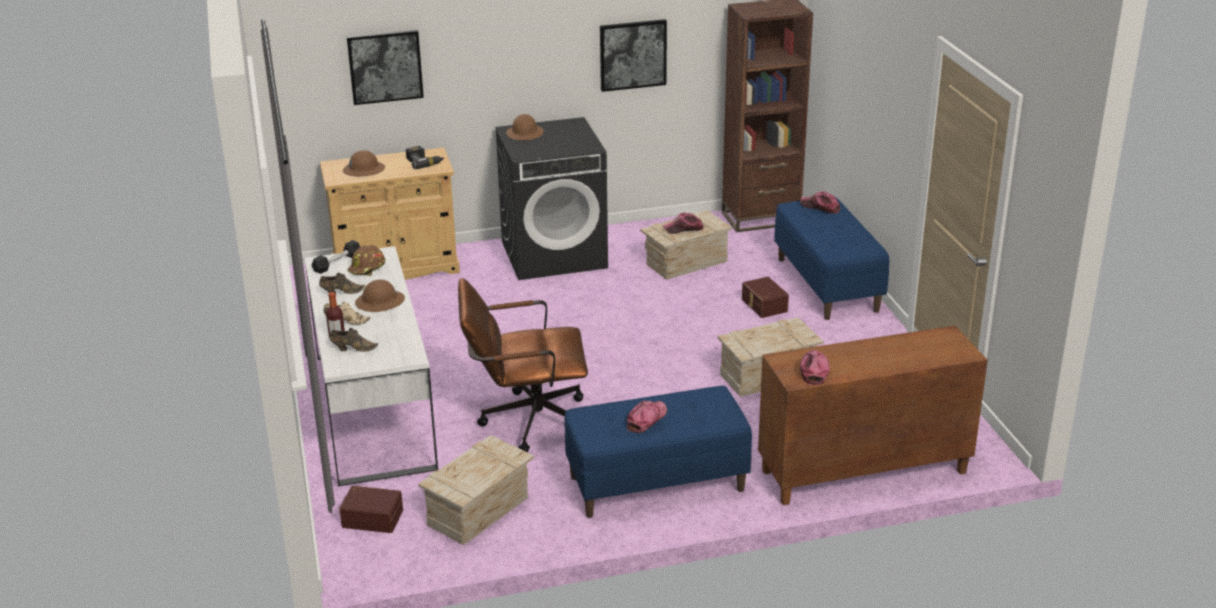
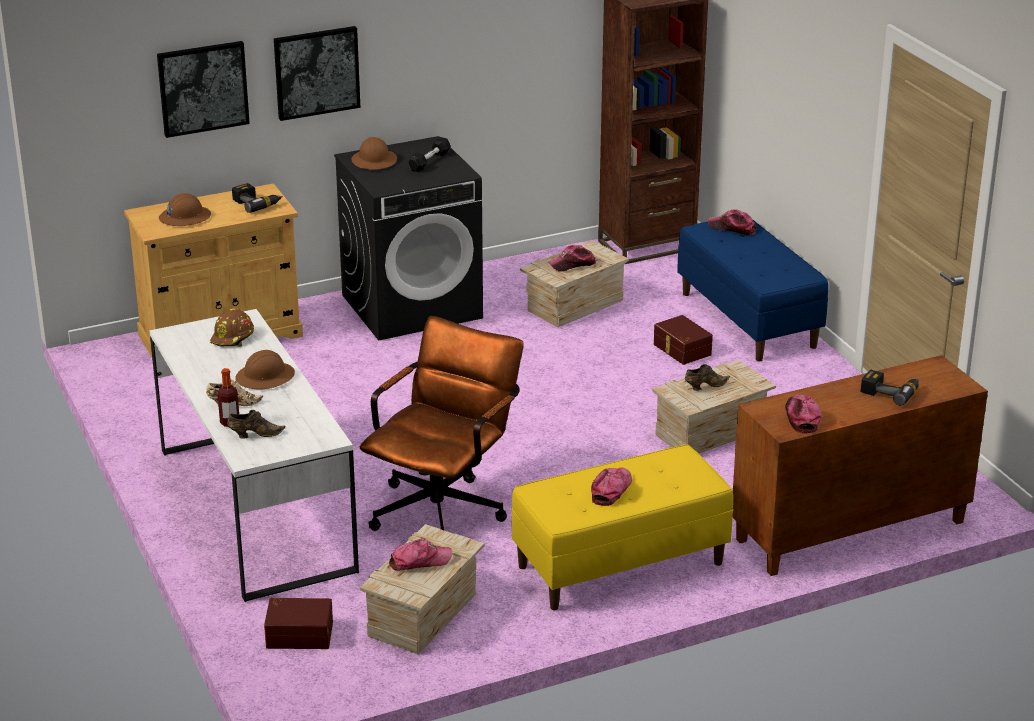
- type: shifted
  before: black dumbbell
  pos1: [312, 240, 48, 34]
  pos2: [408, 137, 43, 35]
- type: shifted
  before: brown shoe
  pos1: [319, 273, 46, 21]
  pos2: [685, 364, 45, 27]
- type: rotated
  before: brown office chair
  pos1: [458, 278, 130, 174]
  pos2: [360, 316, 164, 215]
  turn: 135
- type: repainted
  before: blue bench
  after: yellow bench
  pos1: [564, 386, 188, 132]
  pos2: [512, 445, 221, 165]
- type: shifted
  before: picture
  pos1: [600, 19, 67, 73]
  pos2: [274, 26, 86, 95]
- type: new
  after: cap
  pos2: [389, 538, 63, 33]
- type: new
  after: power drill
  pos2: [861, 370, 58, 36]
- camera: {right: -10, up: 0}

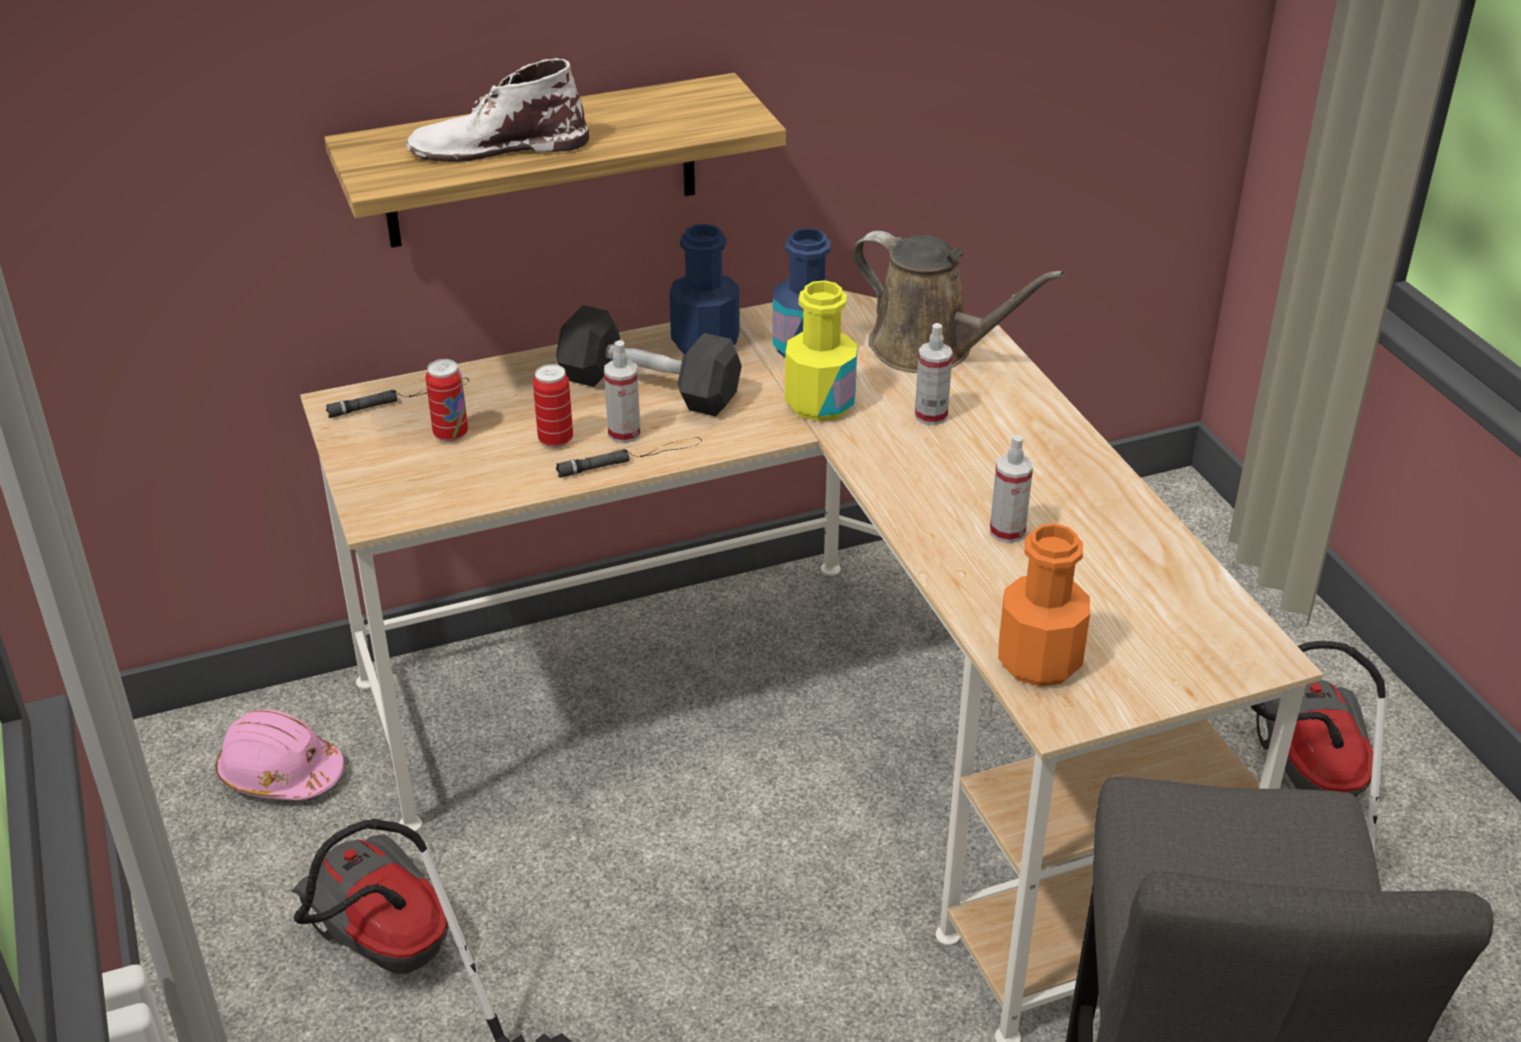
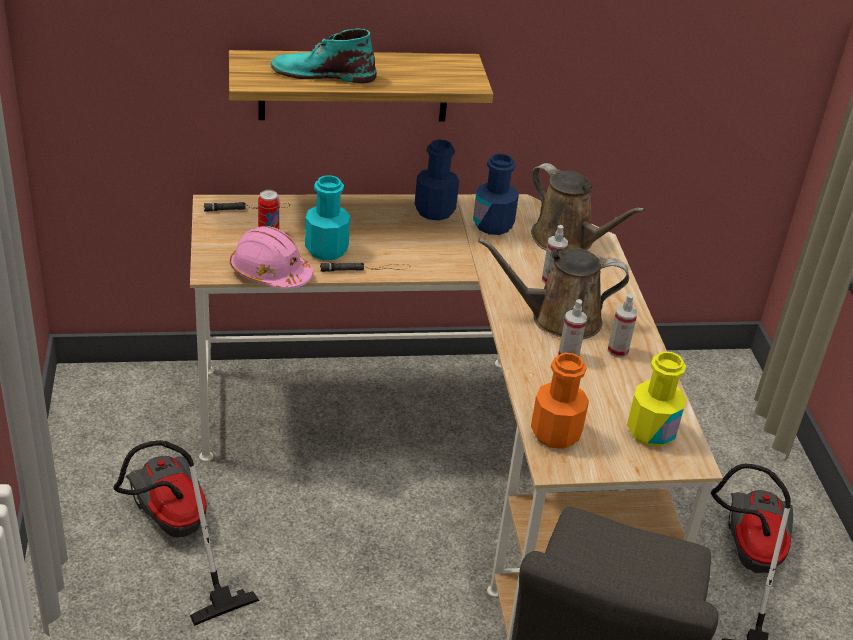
- type: shifted
  before: pink hard hat
  pos1: [215, 709, 129, 91]
  pos2: [230, 226, 83, 63]
- type: repainted
  before: white boot
  after: turquoise boot
  pos1: [407, 58, 182, 104]
  pos2: [271, 28, 106, 55]
- type: swapped
  before: can
  after: turquoise bottle
  pos1: [533, 364, 40, 84]
  pos2: [305, 175, 45, 85]
- type: gone
  before: black dumbbell
  pos1: [556, 305, 186, 112]
- type: shifted
  before: spray bottle
  pos1: [604, 340, 36, 104]
  pos2: [608, 294, 30, 64]
- type: shifted
  before: yellow bottle
  pos1: [785, 280, 72, 141]
  pos2: [627, 352, 59, 95]
- type: new
  after: brown watering can
  pos2: [478, 238, 151, 102]
- camera: {right: 10, up: 0}

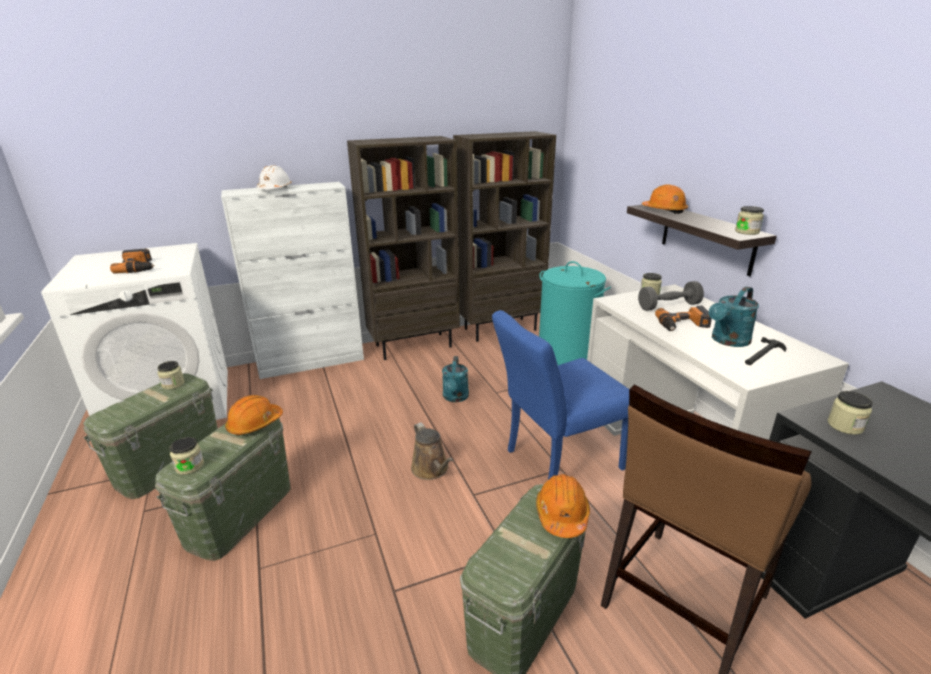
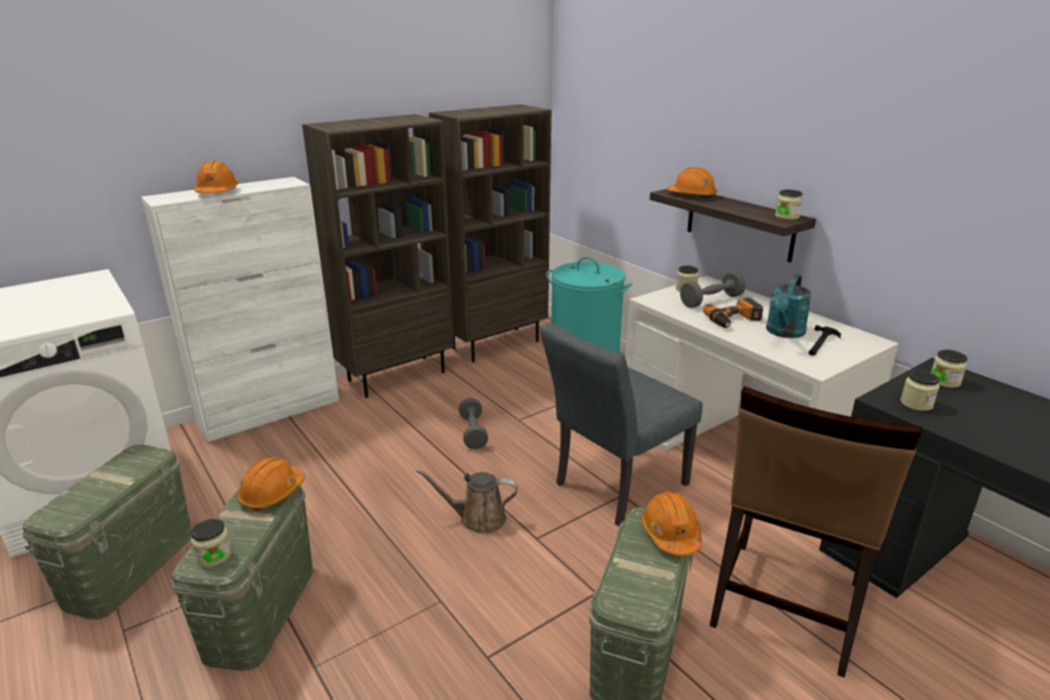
- type: gone
  before: power drill
  pos1: [110, 248, 45, 26]
- type: shifted
  before: jar
  pos1: [157, 361, 28, 29]
  pos2: [931, 349, 37, 39]
- type: repainted
  before: white hard hat
  after: orange hard hat
  pos1: [256, 165, 36, 24]
  pos2: [194, 161, 44, 32]
- type: rotated
  before: brown watering can
  pos1: [411, 422, 42, 58]
  pos2: [416, 469, 102, 65]
  turn: 135
- type: swapped
  before: turquoise watering can
  after: grey dumbbell
  pos1: [442, 356, 27, 46]
  pos2: [459, 398, 29, 51]
- type: repainted
  before: blue chair
  after: grey chair
  pos1: [492, 310, 137, 170]
  pos2: [540, 323, 163, 203]
- camera: {right: -15, up: 0}

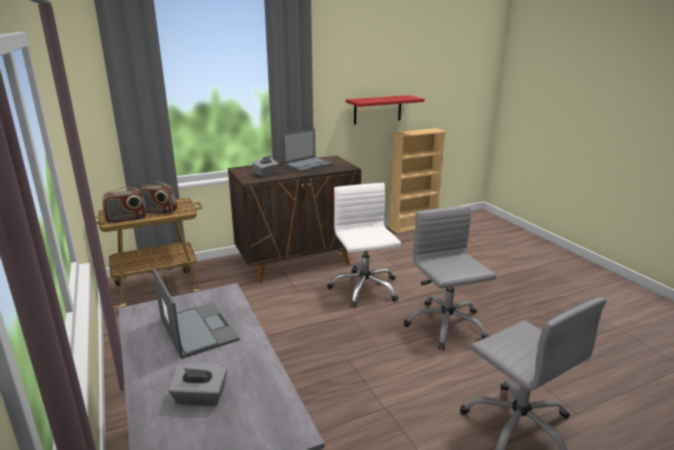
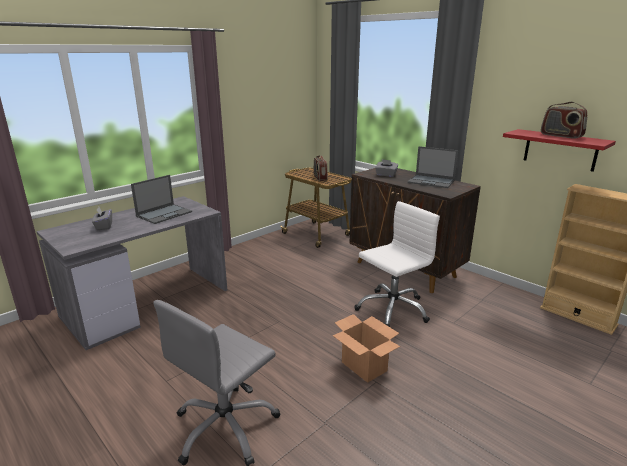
- type: shifted
  before: radio
  pos1: [102, 187, 45, 36]
  pos2: [541, 102, 46, 37]
- type: swapped
  before: grey office chair
  after: cardboard box
  pos1: [404, 205, 92, 145]
  pos2: [333, 314, 67, 69]
- camera: {right: 70, up: 0}

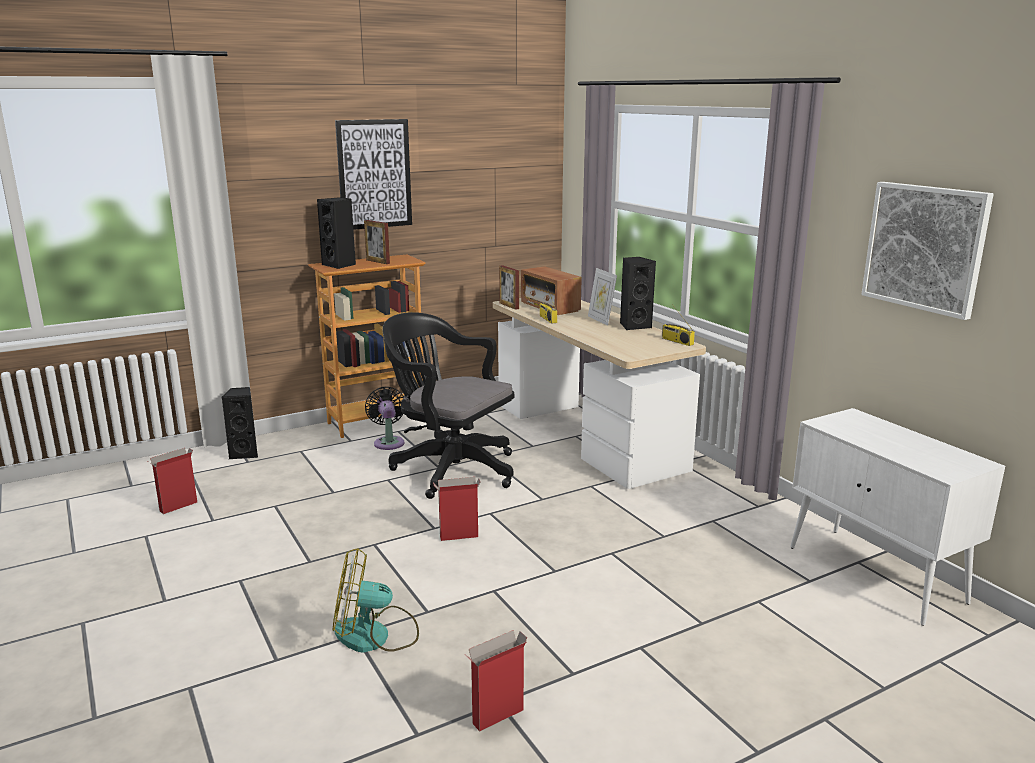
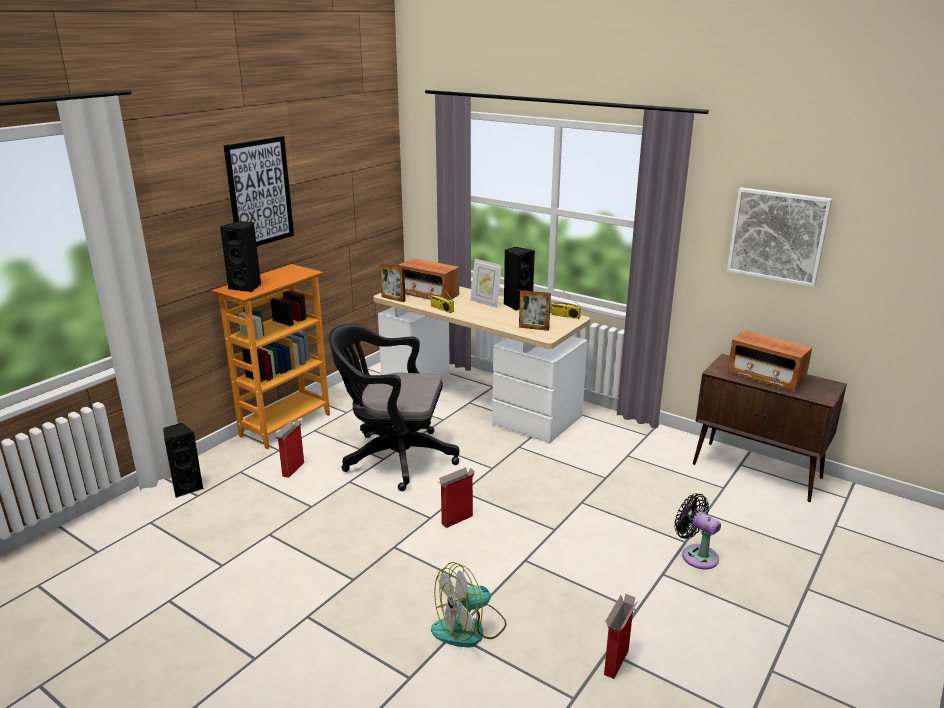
- type: shifted
  before: cardboard box
  pos1: [149, 448, 48, 66]
  pos2: [275, 420, 29, 58]
- type: shifted
  before: picture frame
  pos1: [364, 220, 26, 44]
  pos2: [519, 290, 32, 41]
- type: shifted
  before: black fan
  pos1: [365, 387, 39, 63]
  pos2: [674, 493, 47, 76]
- type: repainted
  before: white cabinet
  after: brown cabinet
  pos1: [790, 408, 215, 218]
  pos2: [693, 354, 154, 148]
- type: new
  after: radio
  pos2: [727, 330, 85, 62]
- camera: {right: -25, up: 5}

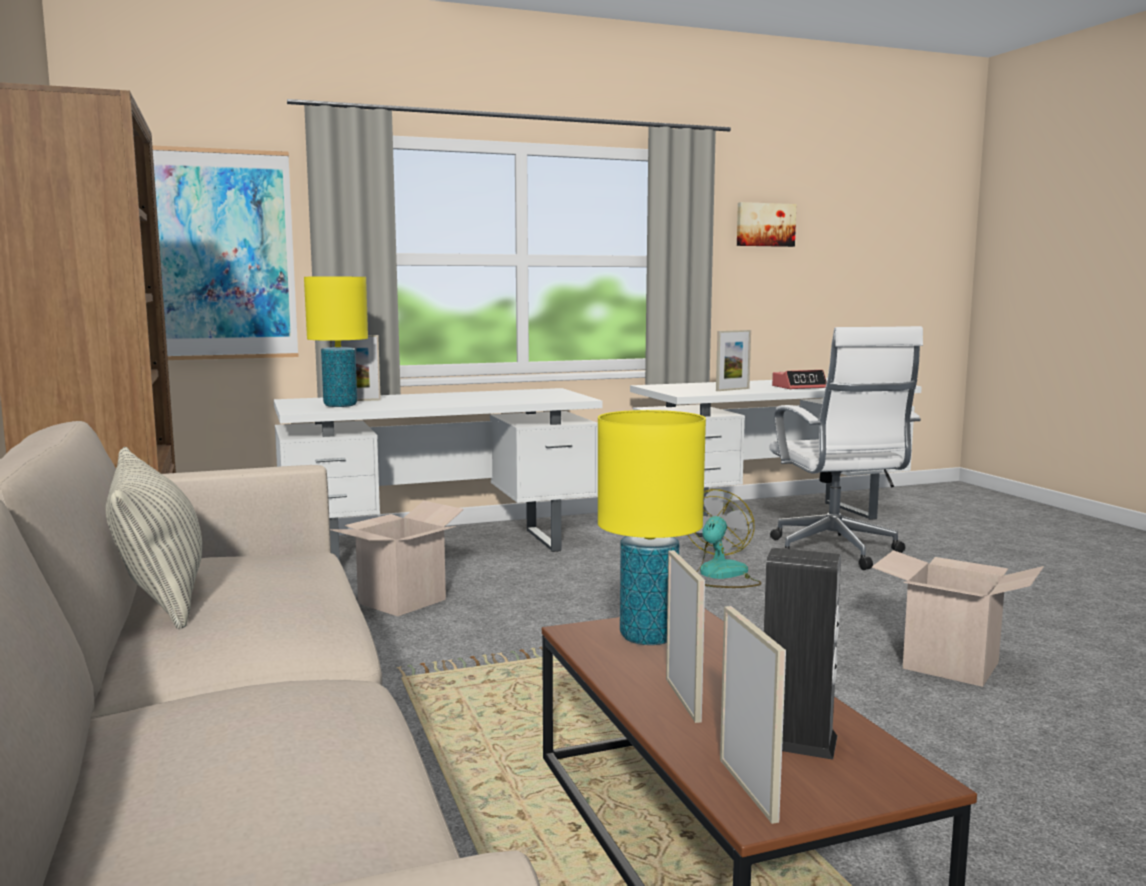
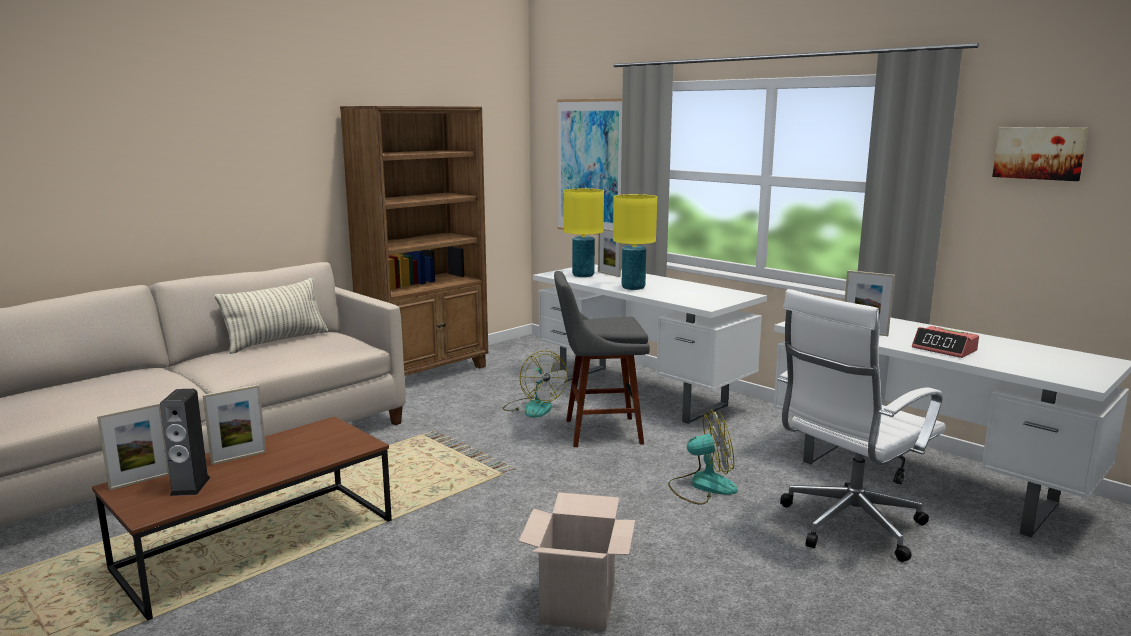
- type: swapped
  before: cardboard box
  after: fan
  pos1: [330, 501, 134, 115]
  pos2: [503, 351, 65, 67]
- type: shifted
  before: yellow table lamp
  pos1: [598, 410, 108, 235]
  pos2: [613, 194, 44, 96]
- type: new
  after: grey stool
  pos2: [554, 271, 96, 176]
- camera: {right: 65, up: 5}

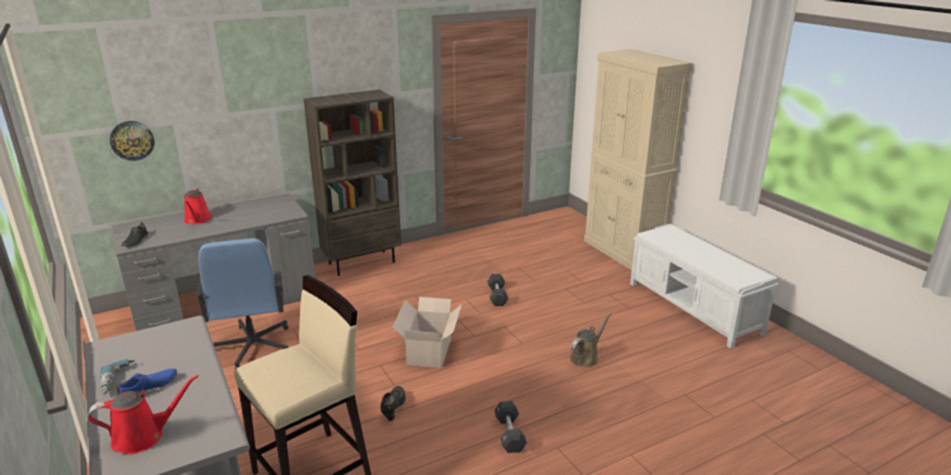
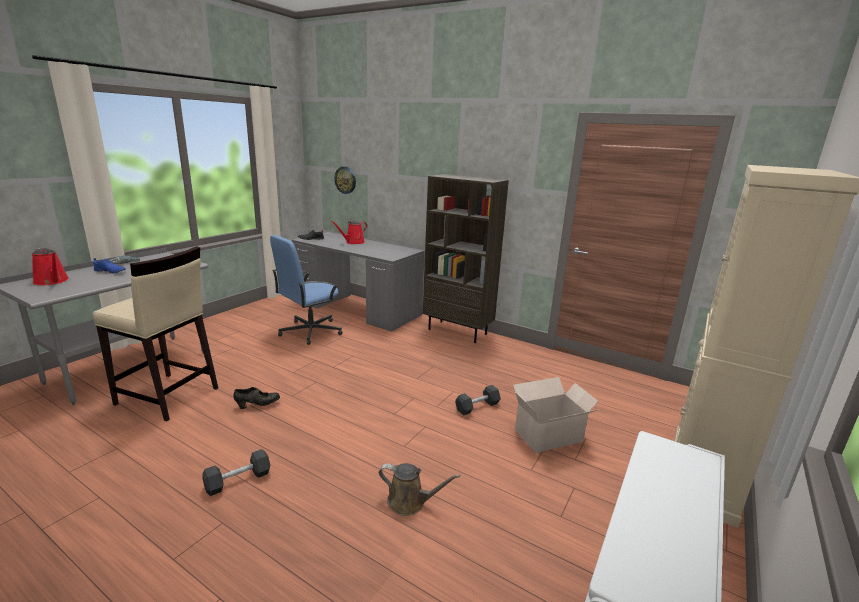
- type: shifted
  before: cardboard box
  pos1: [393, 297, 69, 71]
  pos2: [513, 377, 87, 76]
- camera: {right: 60, up: -5}

